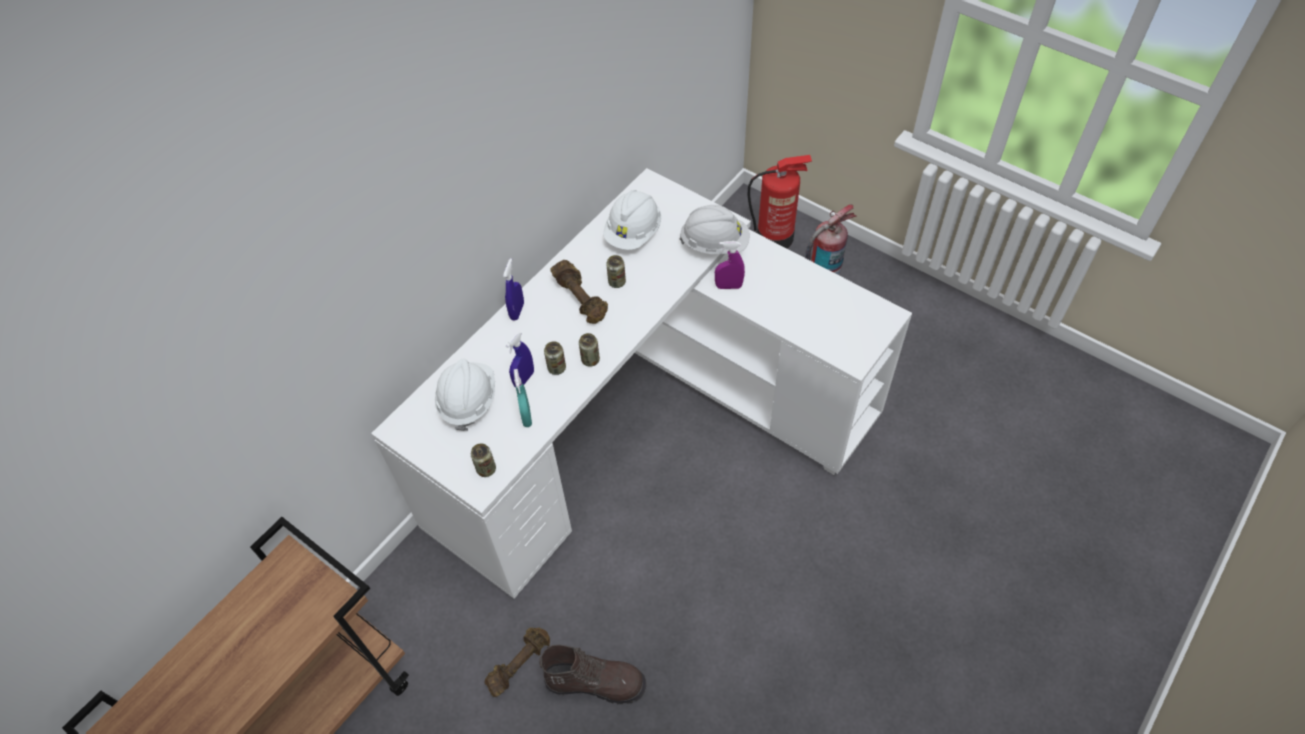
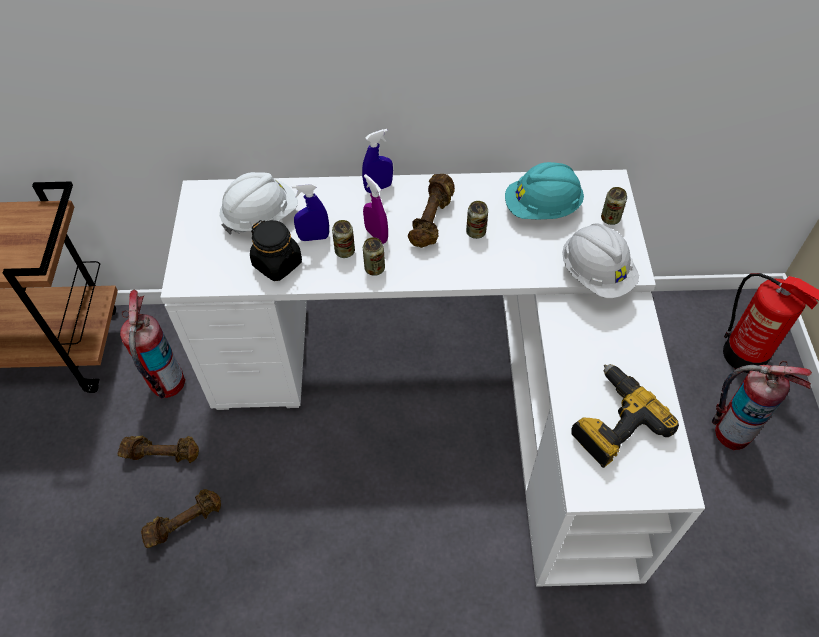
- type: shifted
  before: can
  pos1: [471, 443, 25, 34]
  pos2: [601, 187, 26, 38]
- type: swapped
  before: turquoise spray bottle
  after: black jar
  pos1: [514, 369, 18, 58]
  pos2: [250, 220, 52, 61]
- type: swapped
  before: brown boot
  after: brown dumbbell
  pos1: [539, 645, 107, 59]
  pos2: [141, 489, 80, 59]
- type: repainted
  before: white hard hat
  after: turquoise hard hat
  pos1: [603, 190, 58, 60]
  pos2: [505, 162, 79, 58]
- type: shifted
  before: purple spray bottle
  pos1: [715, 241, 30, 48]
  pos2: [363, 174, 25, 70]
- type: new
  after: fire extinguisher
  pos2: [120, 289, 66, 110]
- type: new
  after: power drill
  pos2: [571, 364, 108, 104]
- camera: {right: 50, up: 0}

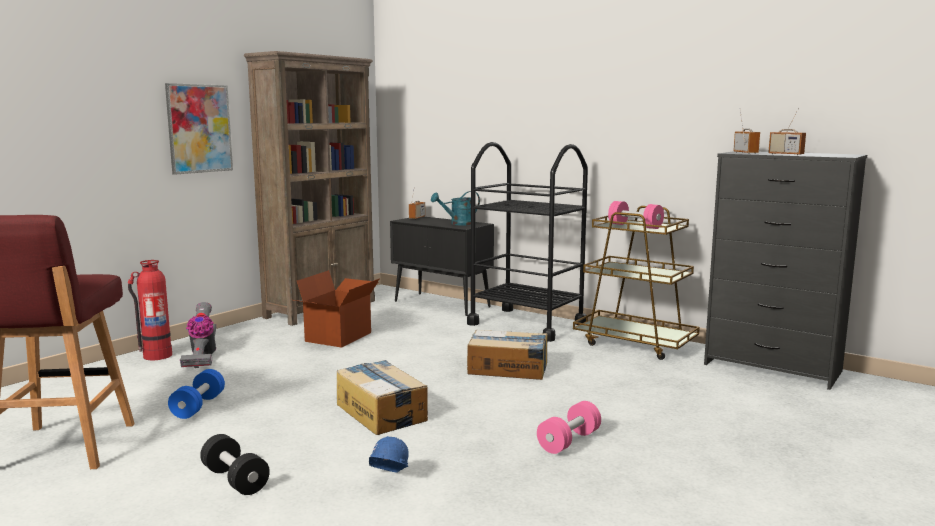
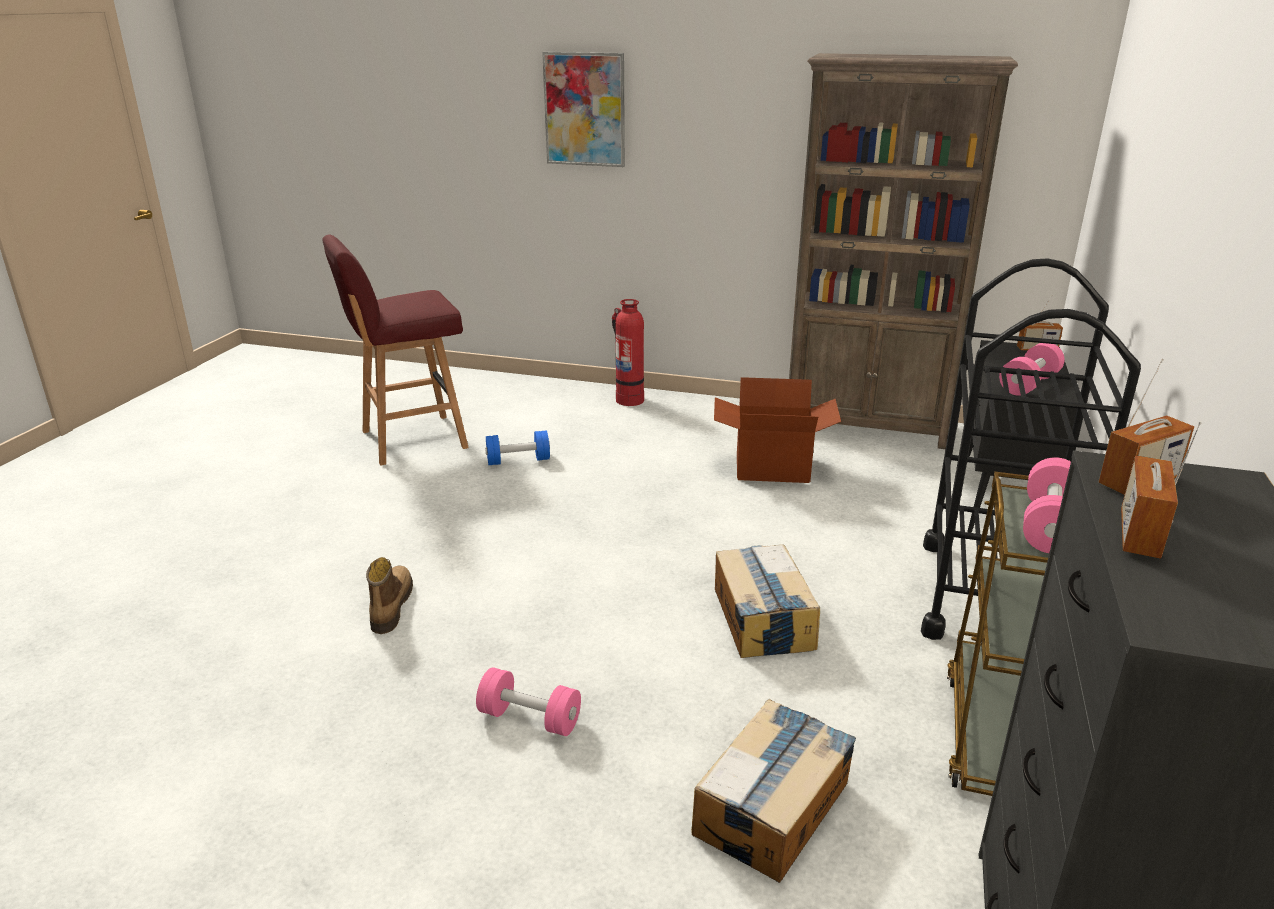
- type: shifted
  before: picture
  pos1: [165, 83, 68, 92]
  pos2: [542, 52, 83, 115]
- type: gone
  before: vacuum cleaner
  pos1: [180, 302, 36, 66]
- type: gone
  before: black dumbbell
  pos1: [200, 434, 70, 61]
- type: shifted
  before: cardboard box
  pos1: [337, 360, 91, 75]
  pos2: [691, 699, 165, 184]
- type: swapped
  before: blue hard hat
  after: boot
  pos1: [369, 436, 40, 37]
  pos2: [366, 557, 47, 77]
- type: swapped
  before: turquoise watering can
  after: pink dumbbell
  pos1: [431, 191, 49, 35]
  pos2: [999, 343, 65, 53]
- camera: {right: 70, up: 15}

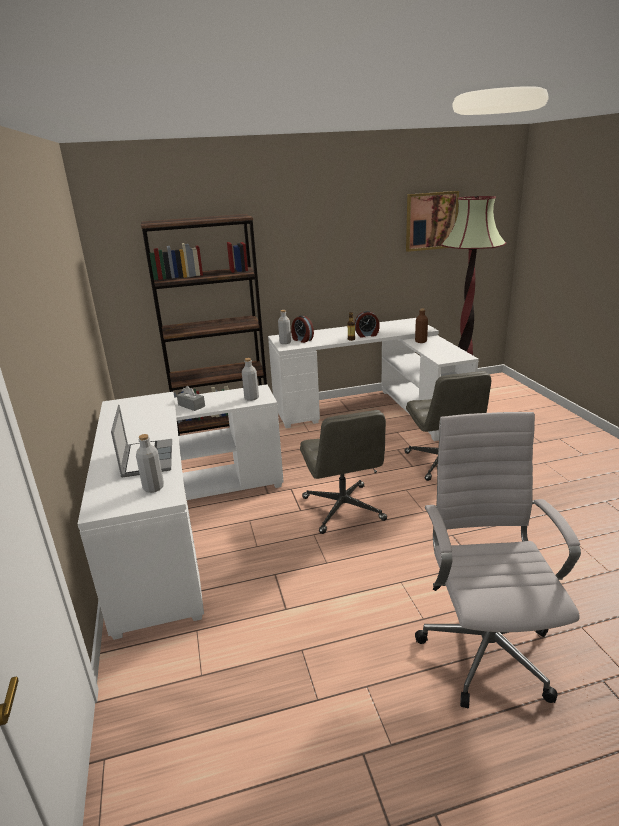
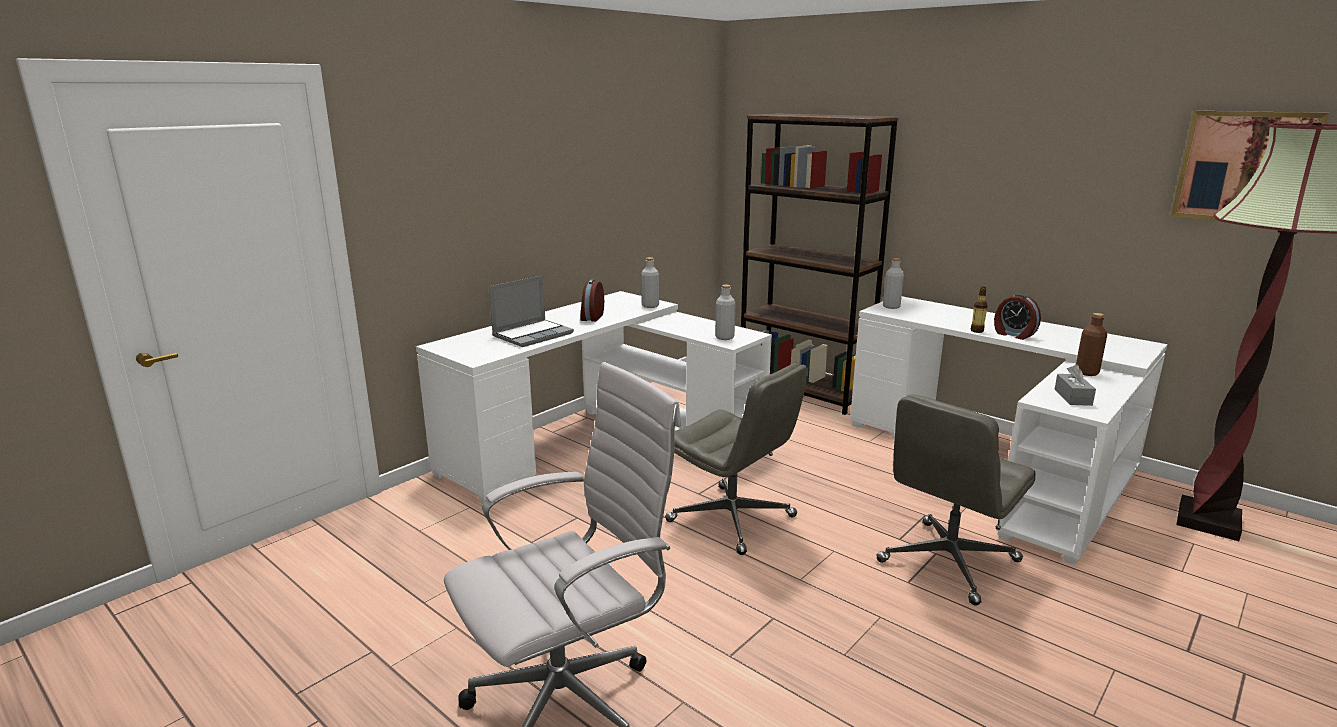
- type: shifted
  before: grey bottle
  pos1: [136, 434, 28, 59]
  pos2: [641, 257, 18, 51]
- type: shifted
  before: grey tissue box
  pos1: [177, 386, 28, 25]
  pos2: [1054, 364, 42, 42]
- type: shifted
  before: alarm clock
  pos1: [291, 315, 23, 28]
  pos2: [580, 279, 24, 43]
- type: rotated
  before: grey office chair
  pos1: [300, 410, 87, 124]
  pos2: [665, 363, 143, 192]
  turn: -90
- camera: {right: 55, up: -5}

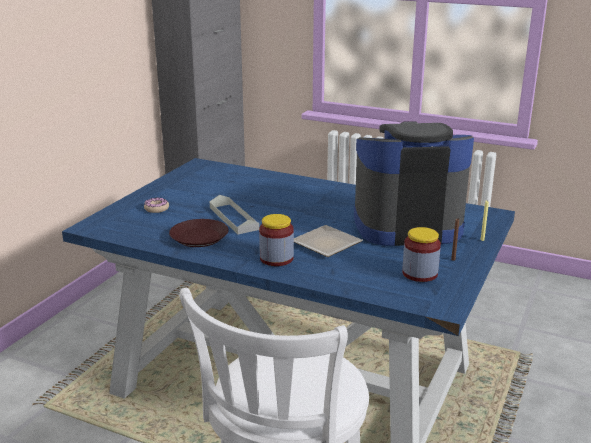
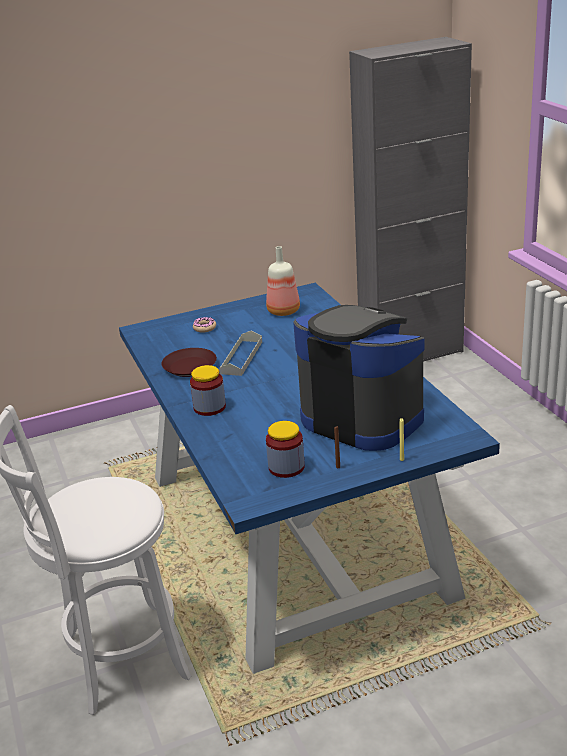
- type: gone
  before: plate
  pos1: [294, 225, 69, 32]
- type: new
  after: bottle
  pos2: [266, 246, 34, 70]
- camera: {right: 45, up: 5}

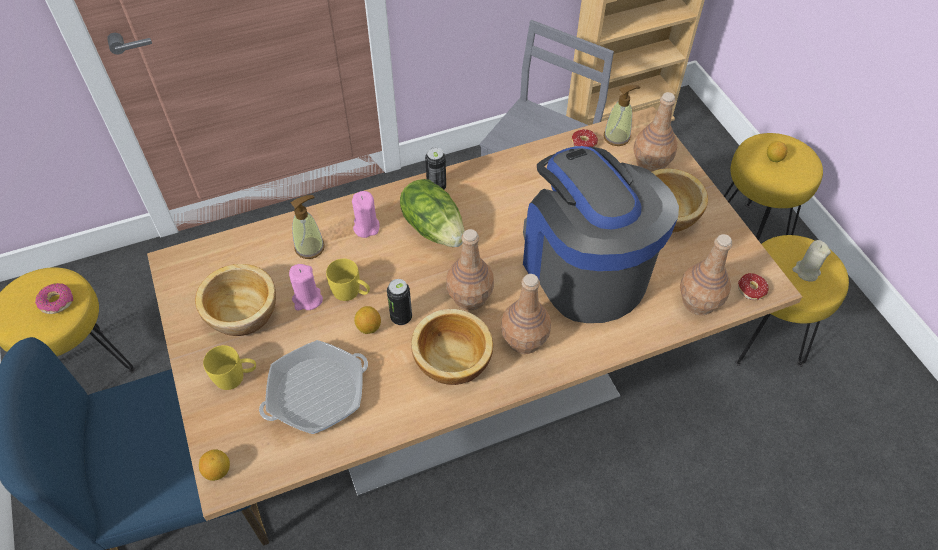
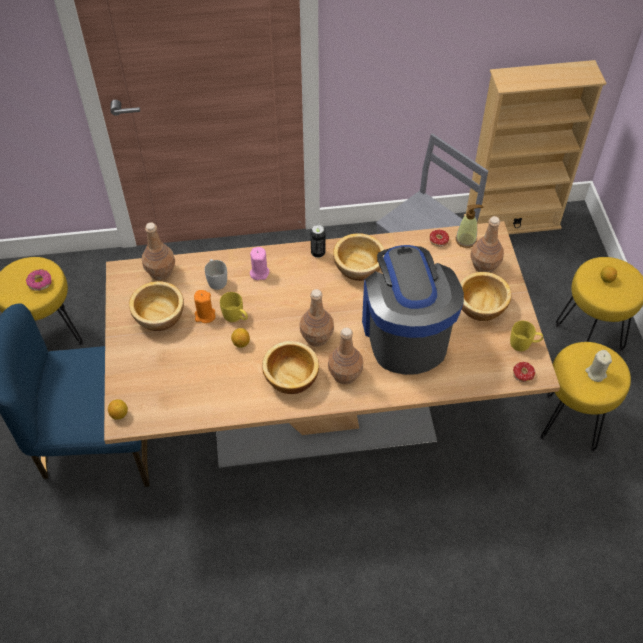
- type: shifted
  before: yellow mug
  pos1: [203, 345, 53, 45]
  pos2: [510, 321, 33, 30]
- type: gone
  before: frying pan
  pos1: [259, 340, 109, 94]
- type: repainted
  before: pink candle
  after: orange candle
  pos1: [289, 264, 34, 47]
  pos2: [194, 290, 22, 33]
- type: swapped
  before: soap dispenser
  after: white mug
  pos1: [291, 195, 34, 64]
  pos2: [205, 259, 22, 31]
- type: gone
  before: can
  pos1: [387, 279, 25, 46]
- type: gone
  before: lettuce
  pos1: [400, 179, 65, 68]
- type: shifted
  before: brown bottle
  pos1: [680, 234, 52, 81]
  pos2: [142, 222, 33, 58]
- type: new
  after: bowl
  pos2: [333, 233, 52, 48]
- camera: {right: 15, up: 0}

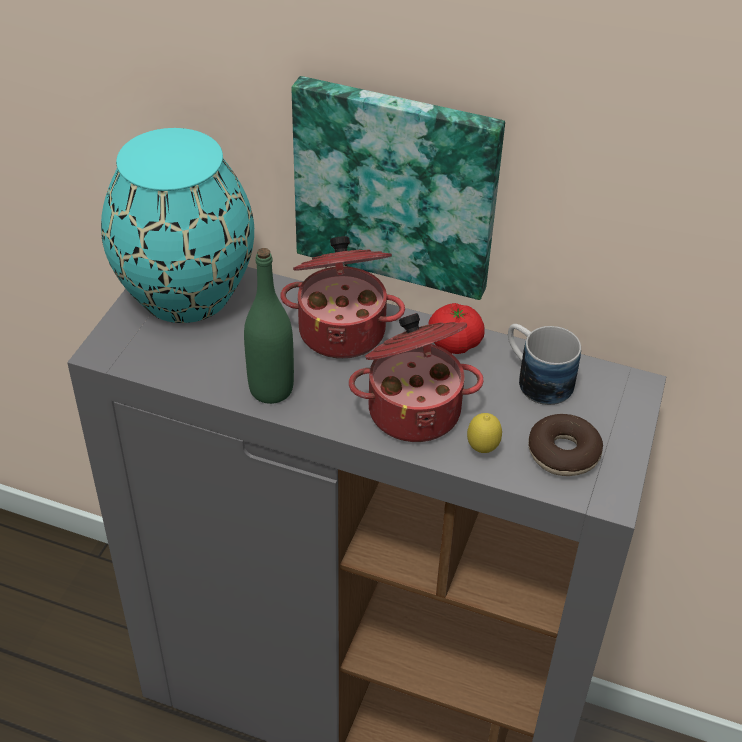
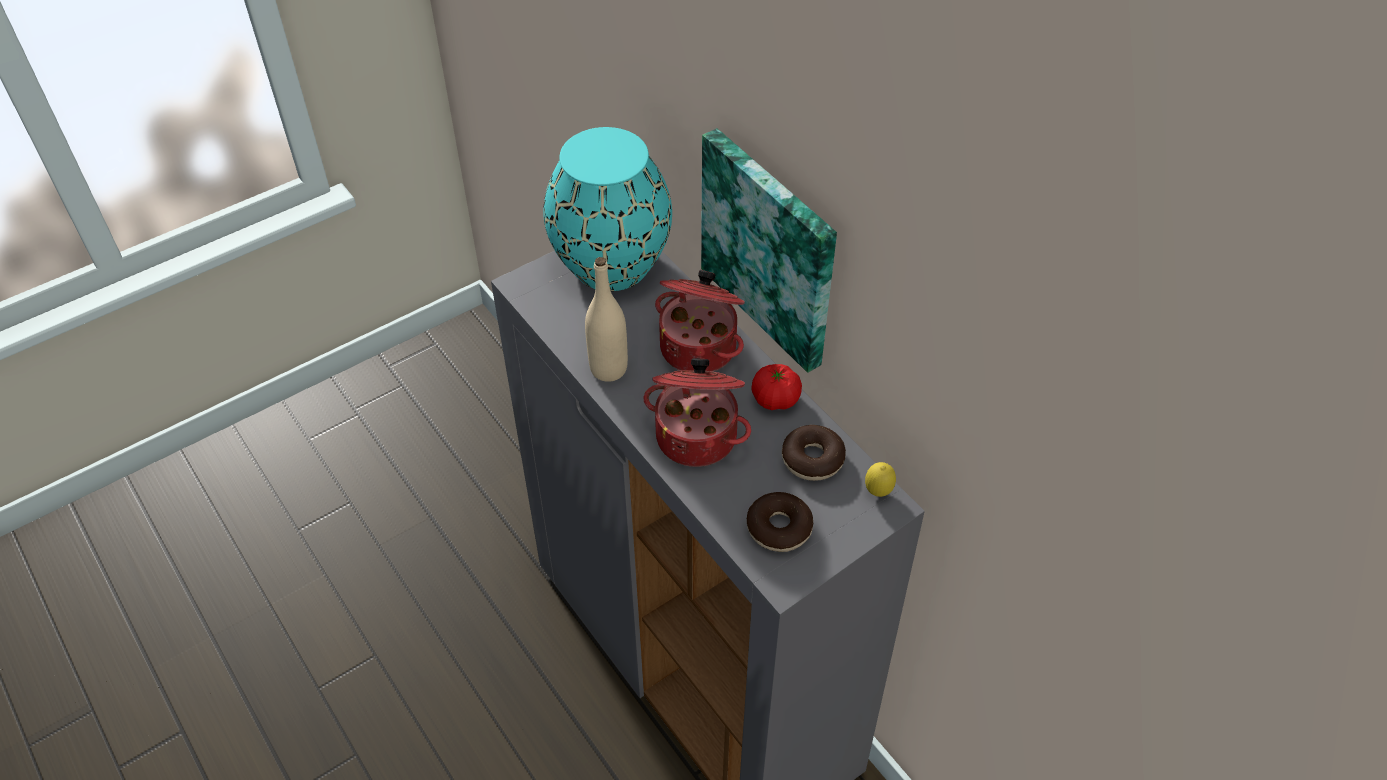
- type: repainted
  before: green bottle
  after: beige bottle
  pos1: [244, 248, 50, 156]
  pos2: [585, 257, 43, 125]
- type: shifted
  before: lemon
  pos1: [467, 413, 35, 40]
  pos2: [865, 462, 31, 35]
- type: swapped
  before: mug
  after: donut
  pos1: [508, 324, 73, 81]
  pos2: [782, 425, 64, 56]
- camera: {right: 35, up: 5}

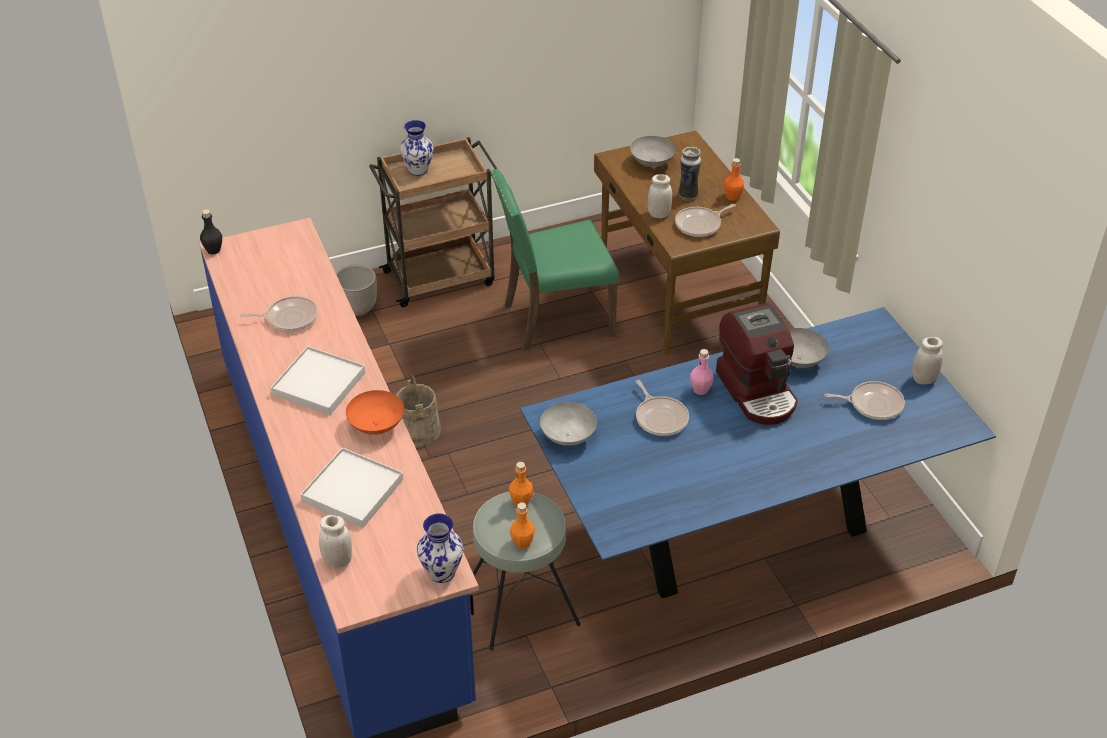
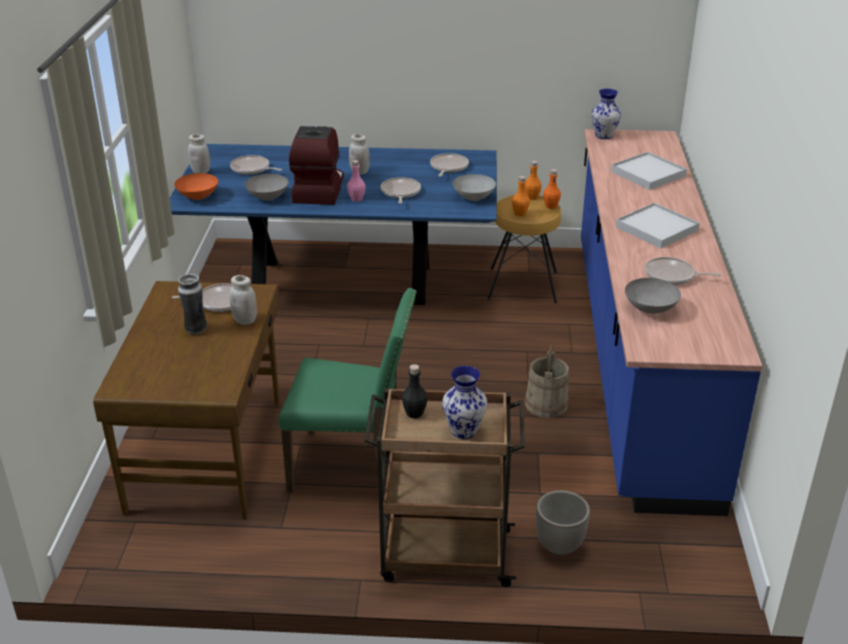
- type: shifted
  before: black bottle
  pos1: [200, 209, 22, 46]
  pos2: [402, 364, 25, 55]
- type: shifted
  before: white jar
  pos1: [319, 515, 33, 53]
  pos2: [349, 134, 21, 40]
- type: shifted
  before: orange bowl
  pos1: [346, 390, 58, 45]
  pos2: [174, 173, 44, 27]
- type: repainted
  before: grey stool
  after: brown stool
  pos1: [473, 492, 108, 159]
  pos2: [487, 195, 74, 108]
- type: shifted
  before: grey bowl
  pos1: [630, 136, 46, 31]
  pos2: [625, 278, 56, 36]
- type: shifted
  before: orange bottle
  pos1: [724, 158, 20, 43]
  pos2: [543, 169, 18, 40]
- type: new
  after: frying pan
  pos2: [430, 153, 39, 24]
- camera: {right: -155, up: -10}

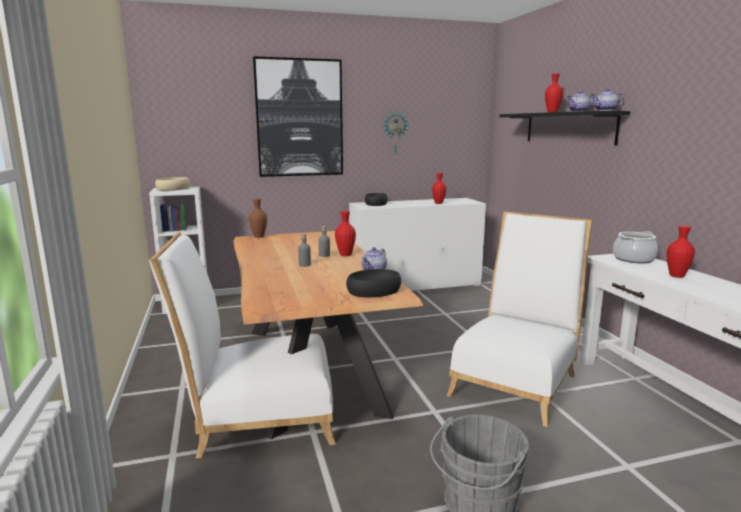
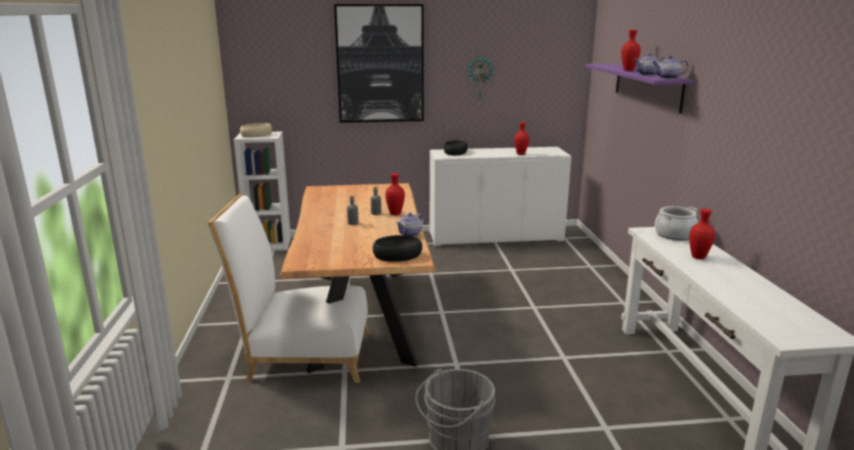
- type: gone
  before: brown vase
  pos1: [249, 199, 18, 39]
- type: gone
  before: white chair
  pos1: [447, 212, 146, 215]
- type: repainted
  before: black shelf
  after: purple shelf
  pos1: [499, 111, 131, 34]
  pos2: [585, 64, 108, 49]
- camera: {right: 10, up: 5}

